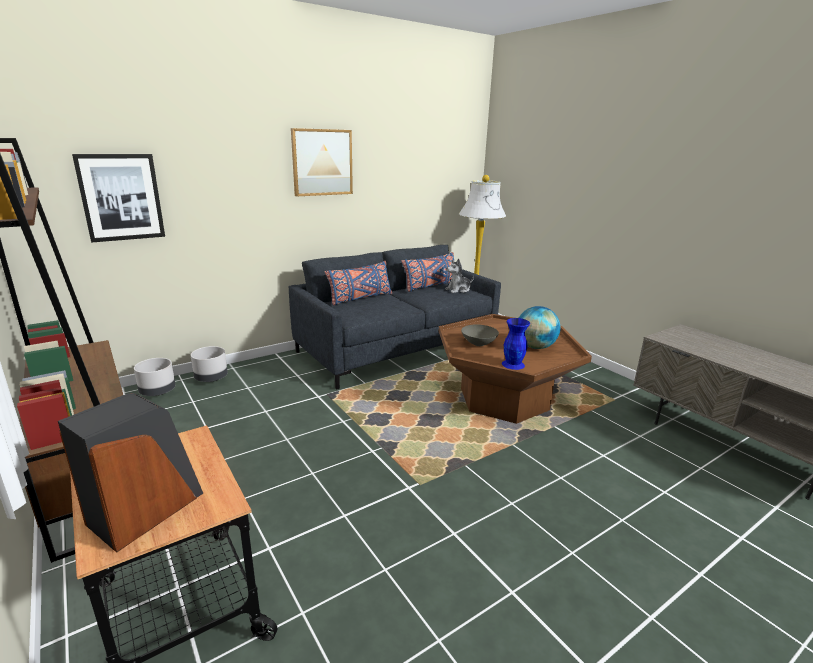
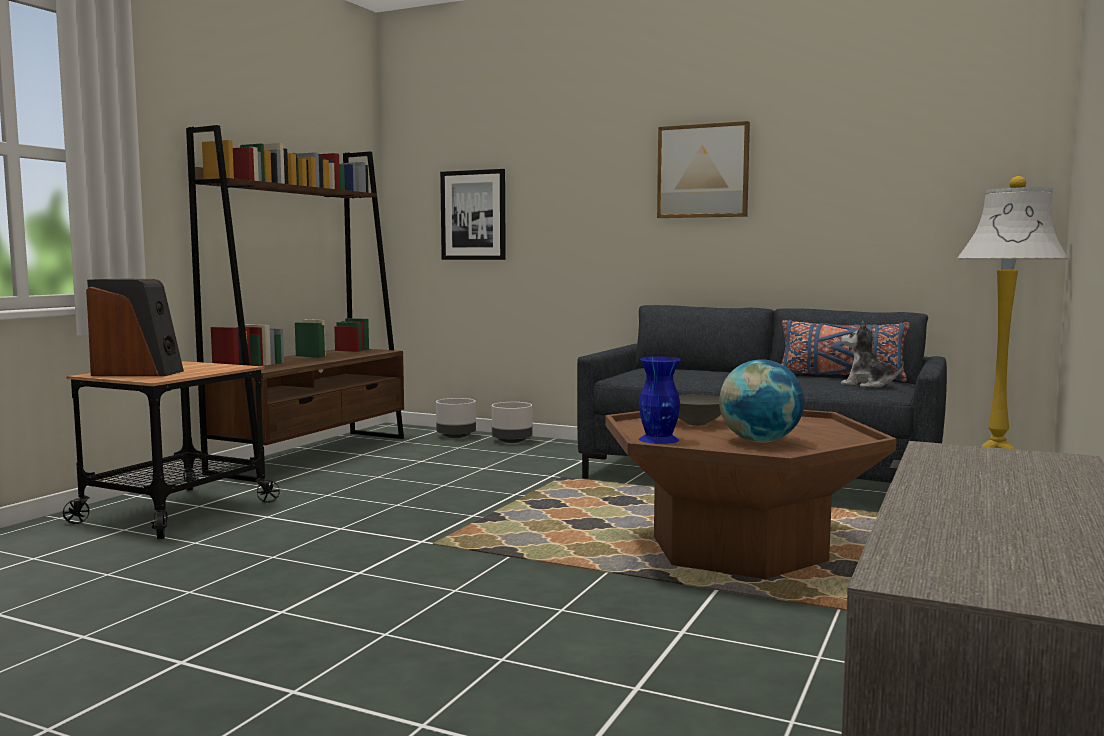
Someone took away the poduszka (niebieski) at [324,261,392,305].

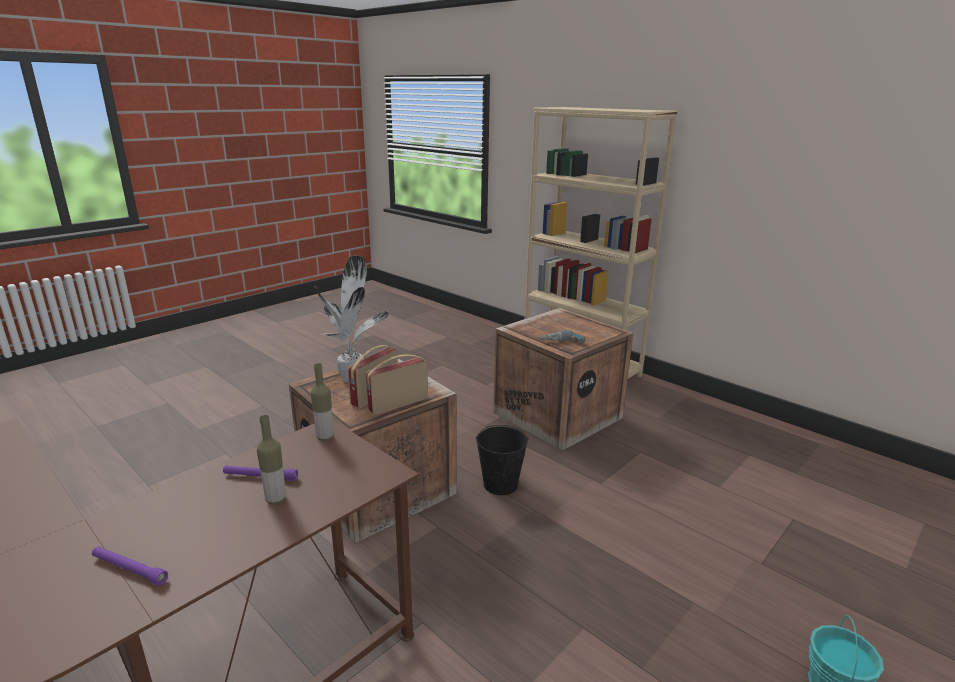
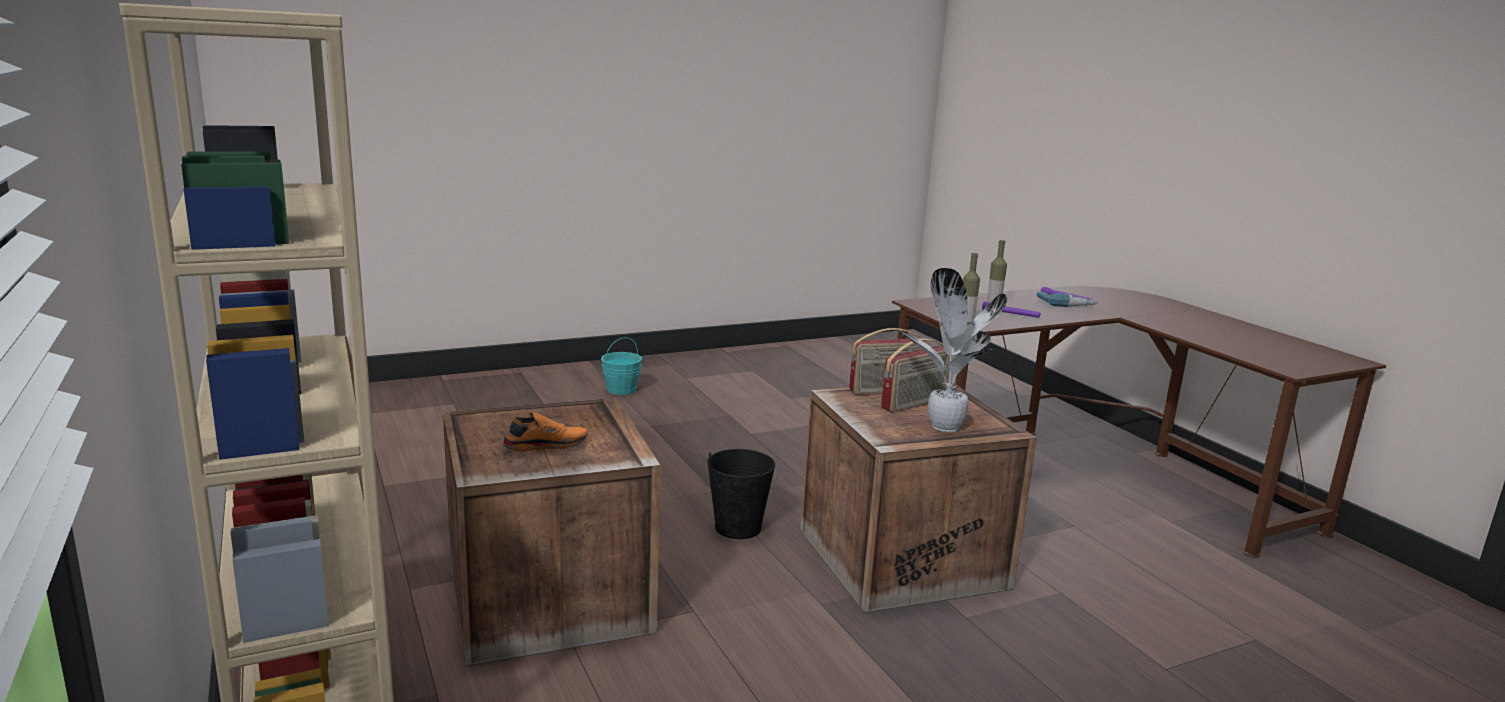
Someone put down the but (pomarańczowy) at [502,412,588,452]. Someone carried the wiertarka from [538,331,586,342] to [1037,292,1098,307].

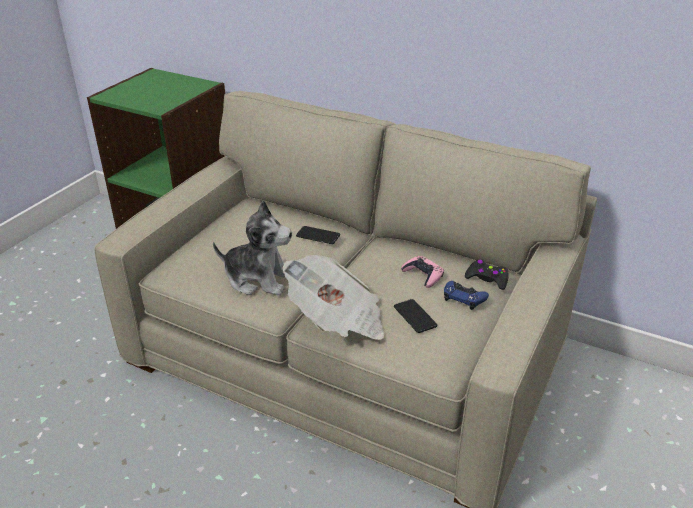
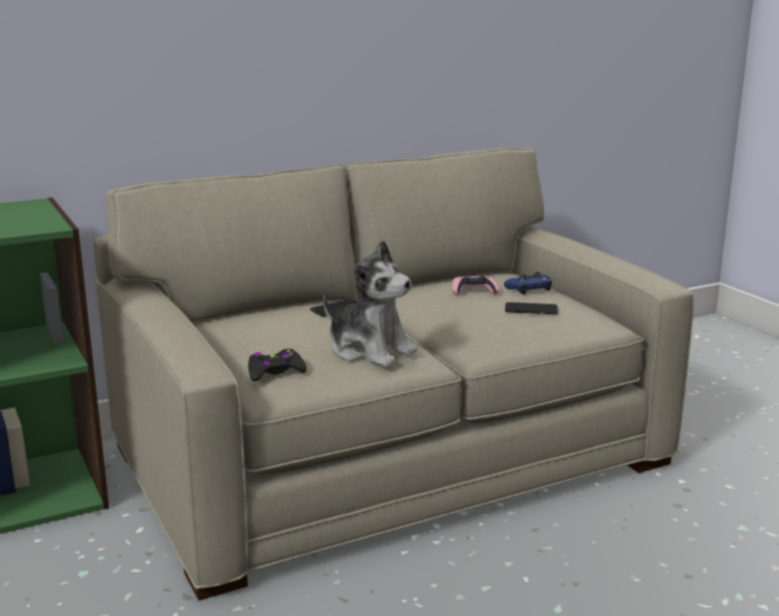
Someone took away the gazeta at [282,255,384,340]. Someone carried the pad do gier (czarny) from [465,260,509,290] to [248,349,307,381]. Someone rotated the pluszak at [213,201,292,296] by 75 degrees clockwise.

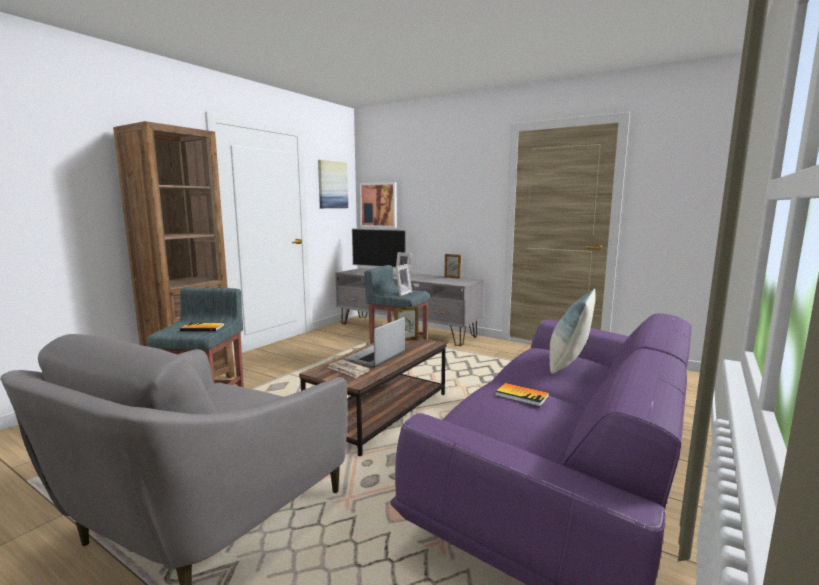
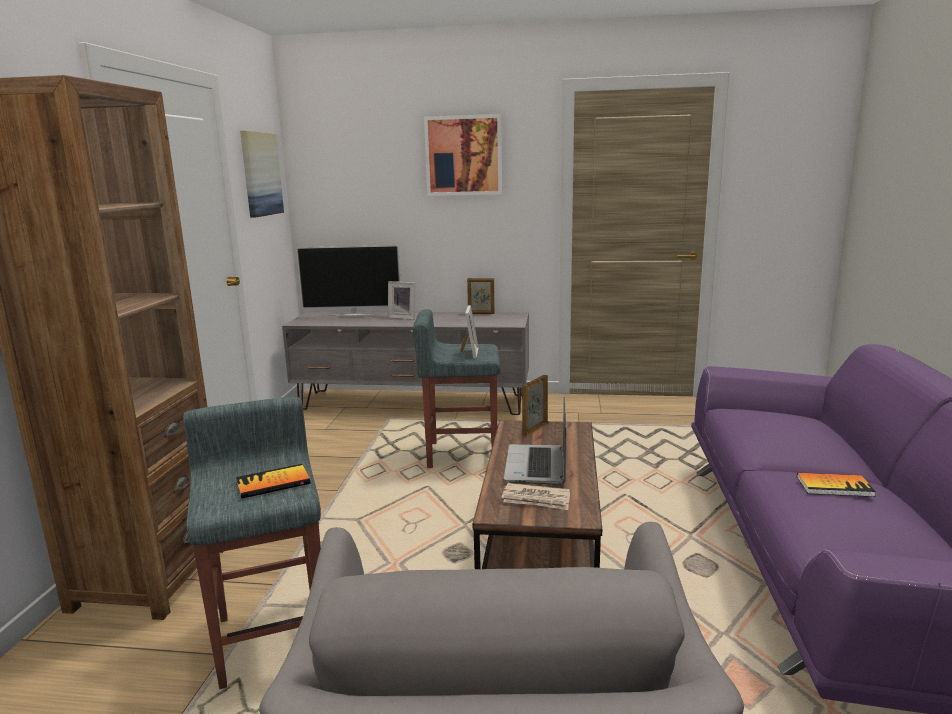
Someone took away the poduszka at [550,288,596,374]. Someone carried the obraz from [359,182,397,228] to [424,114,502,196].

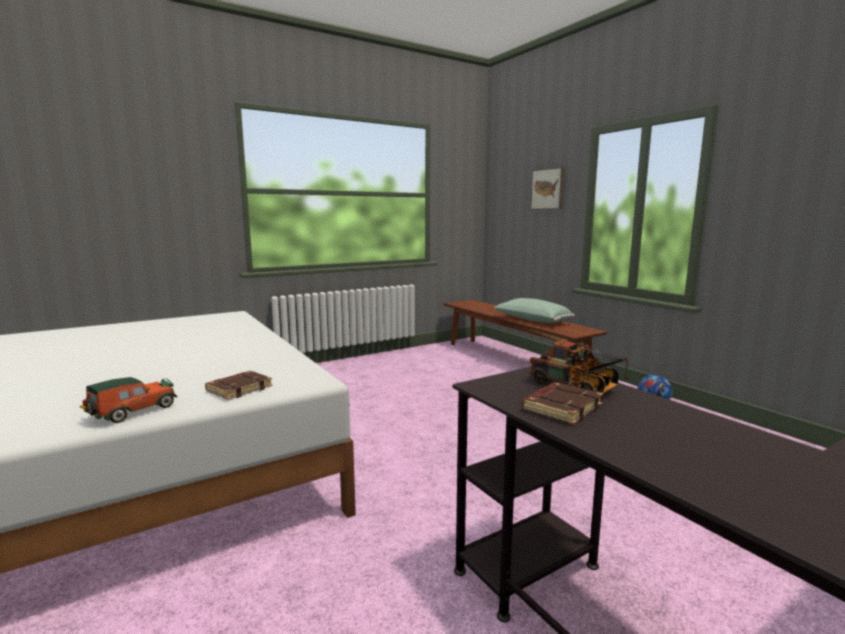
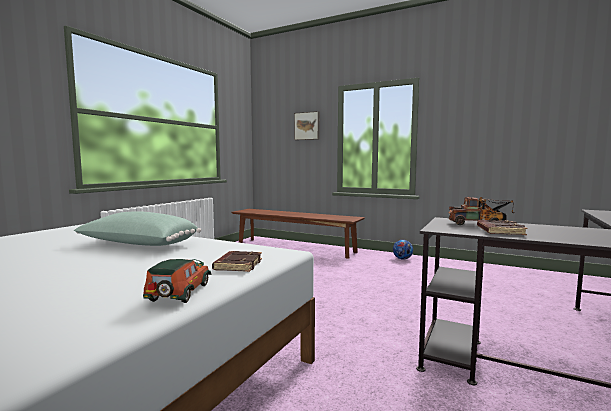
Someone carried the poduszka (zielony) from [494,298,575,323] to [74,211,201,246].

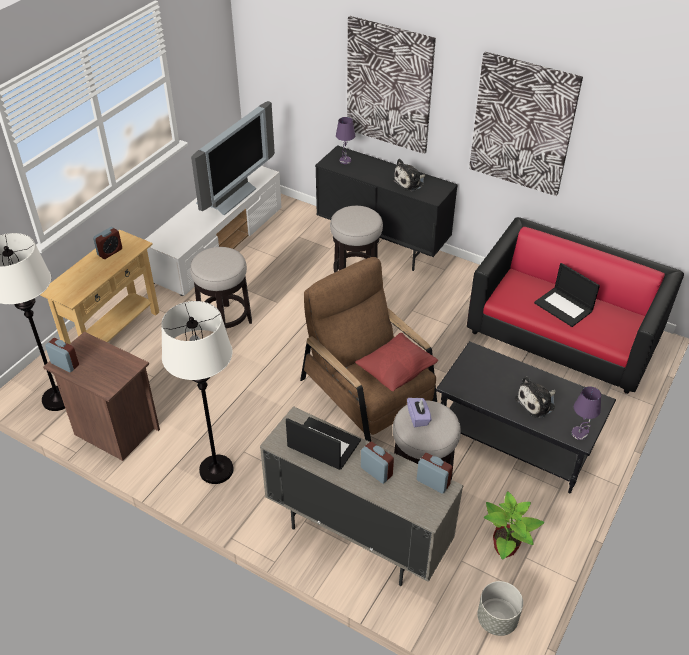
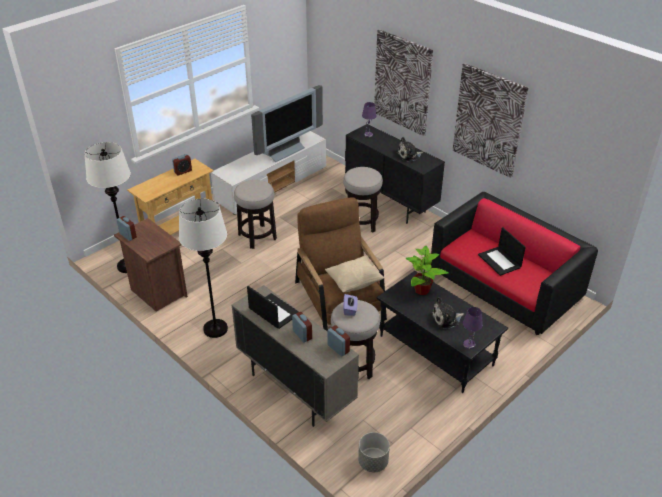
Someone carried the roślina doniczkowa from [484,491,544,559] to [405,245,449,295]. Someone repainted the poduszka (czerwony) at [355,333,438,391], which became the poduszka (beżowy) at [325,256,384,292].

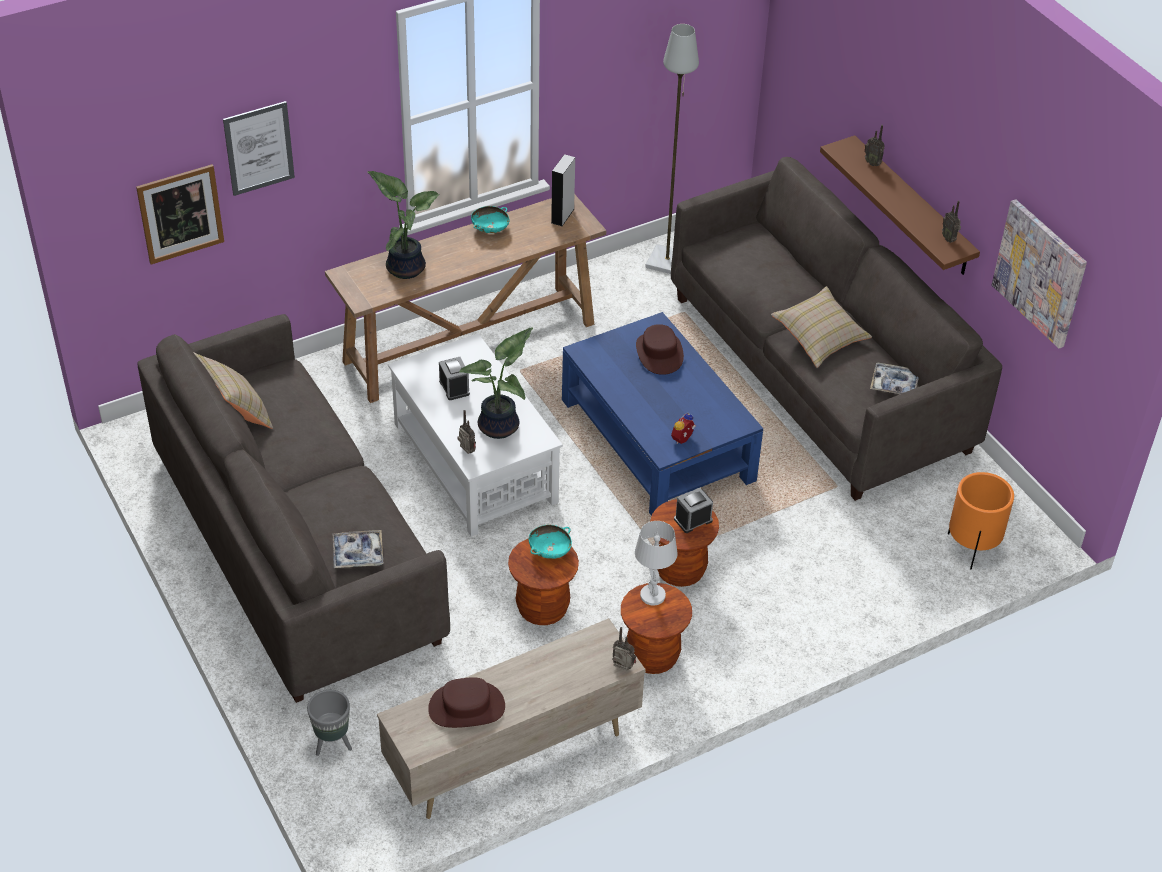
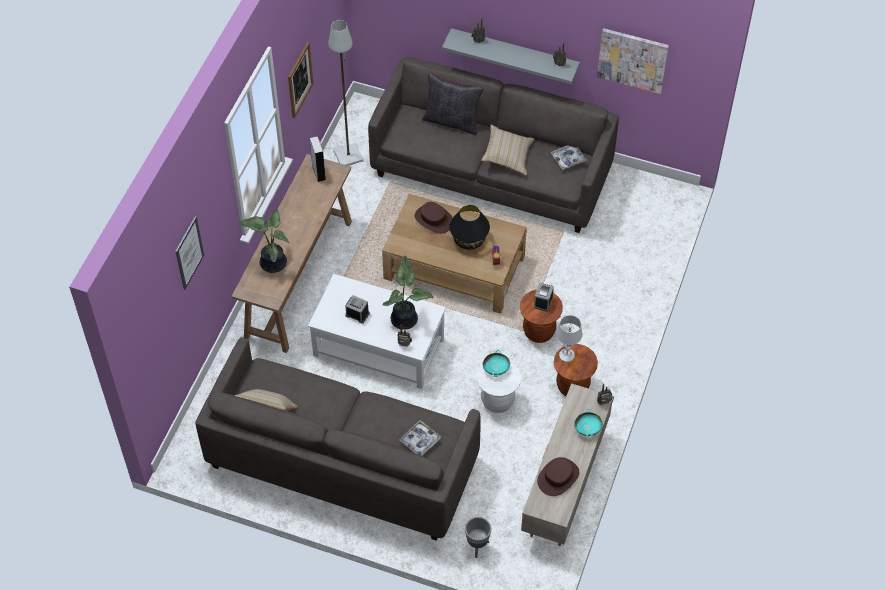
Someone took away the donica (pomarańczowy) at [948,472,1014,570]. Someone put down the poduszka (czarny) at [422,73,484,135]. Someone put down the lampa stołowa (czarny) at [449,205,490,250]. Someone carried the obraz from [136,164,224,265] to [288,42,313,118]. Someone carried the miska (turkusowy) from [471,206,509,233] to [574,409,603,438]. Someone repainted the stołek (brązowy) at [508,538,579,625], which became the stołek (biały) at [477,361,521,413]. Someone repainted the ława (niebieski) at [562,312,763,516], which became the ława (brązowy) at [382,194,527,314]. Someone repainted the półka (brązowy) at [820,135,980,275], which became the półka (szary) at [442,28,580,84].

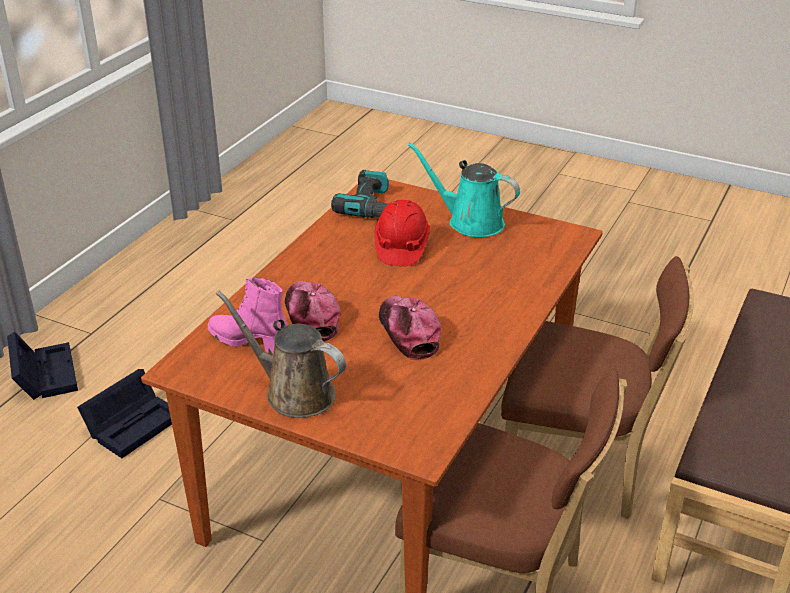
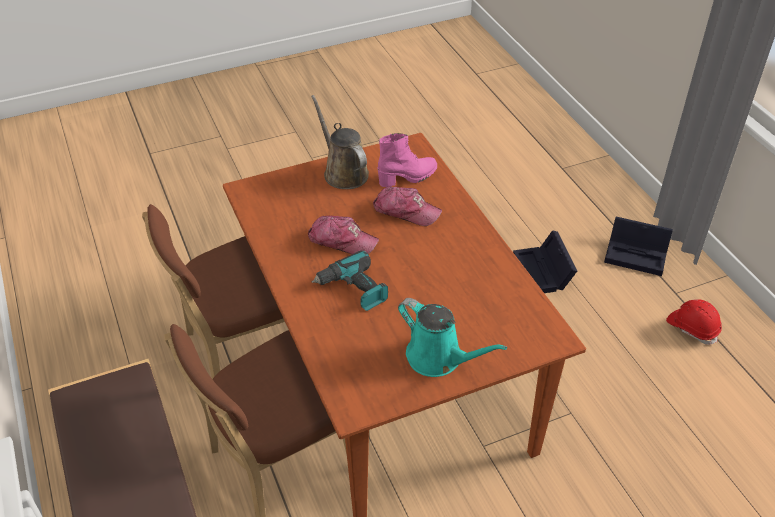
Someone carried the wiertarka from [331,170,389,218] to [311,250,388,311]. Someone carried the kask (czerwony) from [375,200,430,266] to [666,299,722,345]. Someone rotated the konewka (brązowy) at [216,291,346,418] by 105 degrees counterclockwise. Someone rotated the konewka (turkusowy) at [408,142,520,237] by 60 degrees clockwise.

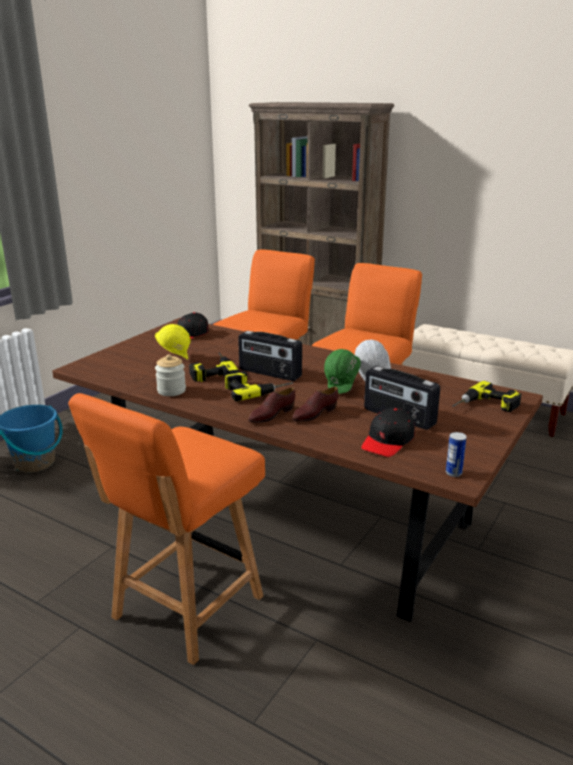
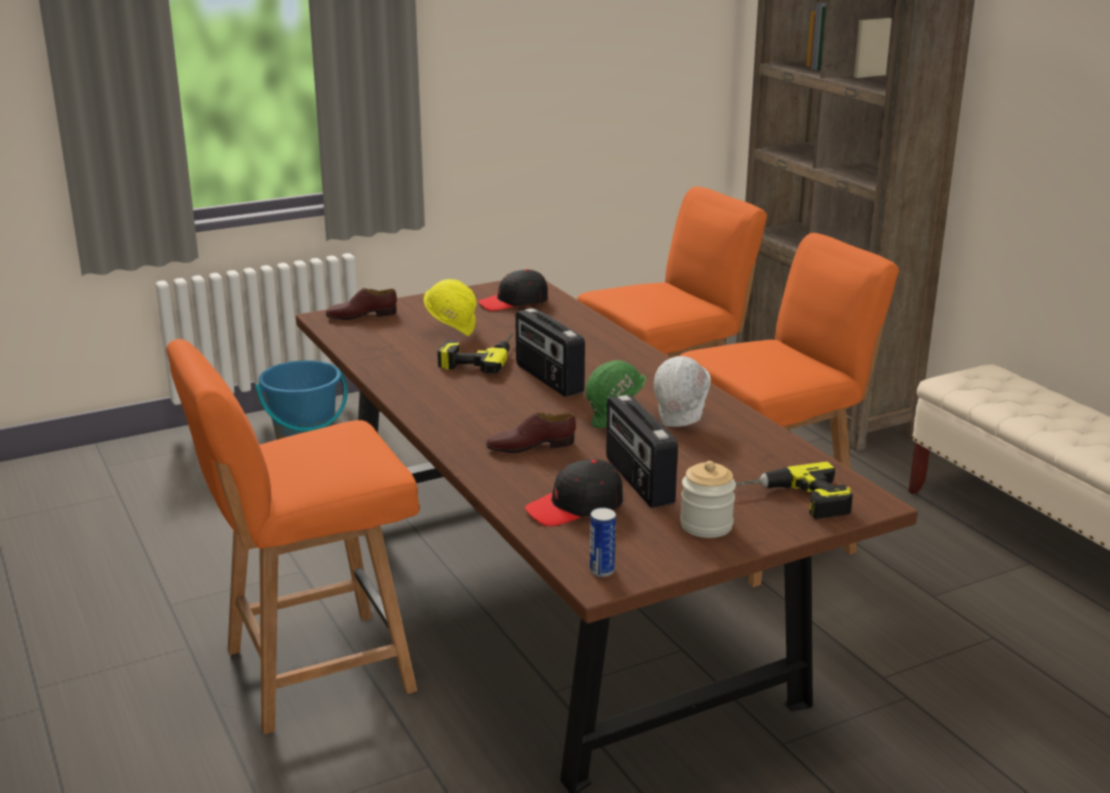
Someone took away the wiertarka at [225,371,293,402]. Someone carried the słoik from [155,354,186,396] to [680,461,736,538]. Someone carried the but (brązowy) from [248,387,295,423] to [325,288,397,320].

